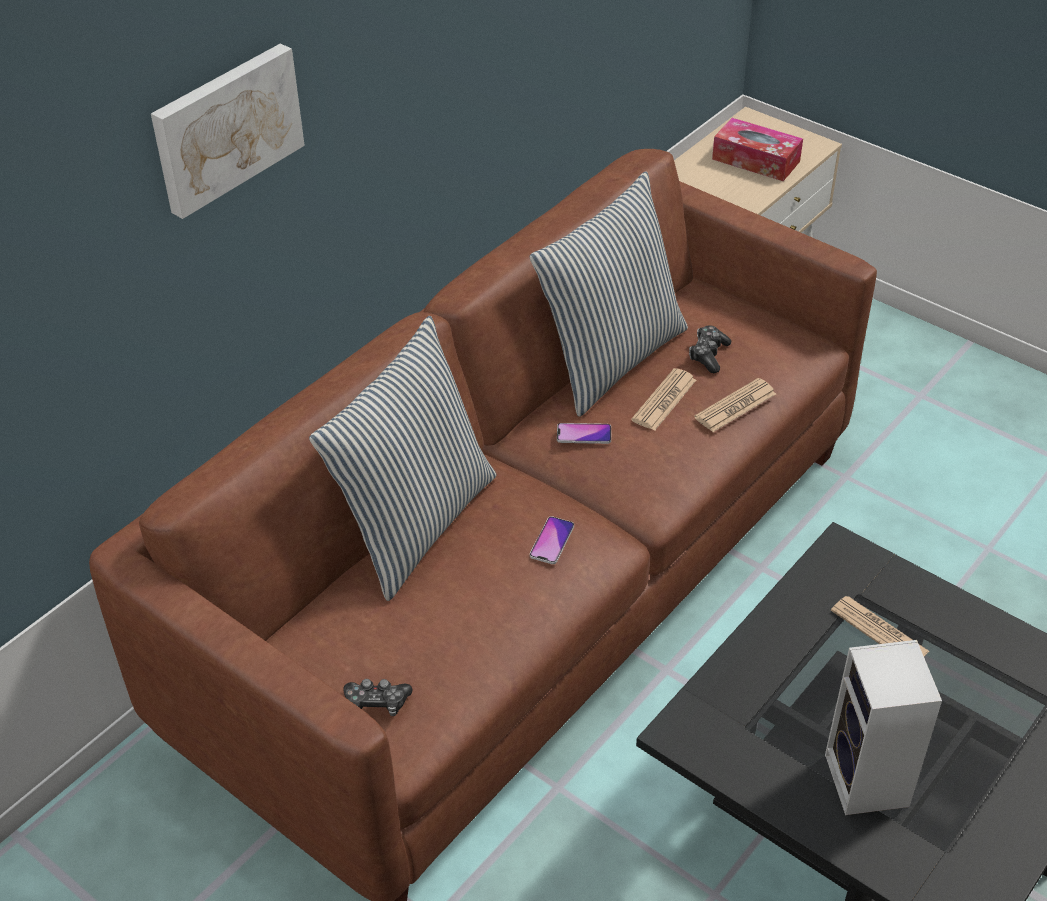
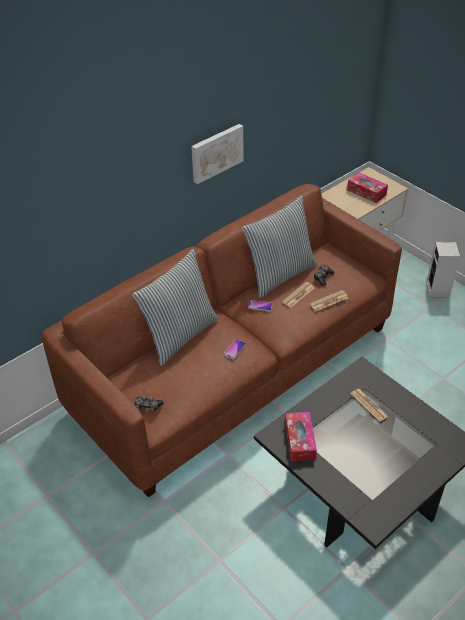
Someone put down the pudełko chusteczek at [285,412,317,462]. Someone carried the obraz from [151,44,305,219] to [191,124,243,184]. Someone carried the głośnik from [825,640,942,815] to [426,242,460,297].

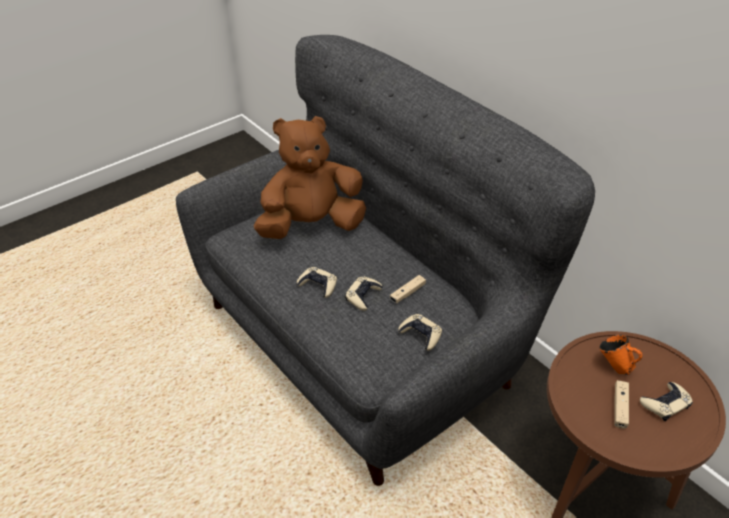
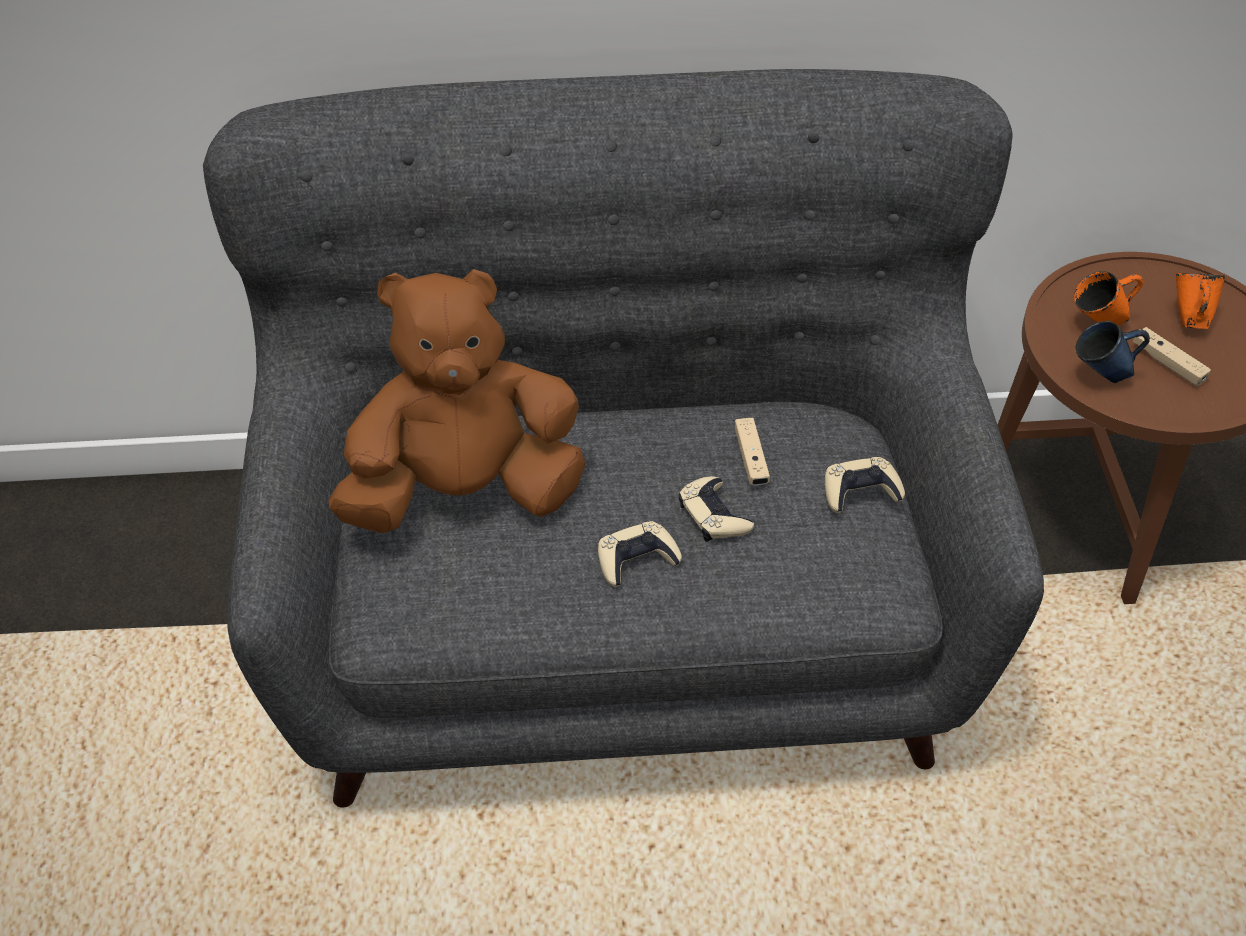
Someone put down the kubek (niebieski) at [1076,321,1150,383]. Someone swapped the pad do gier (beżowy) at [640,382,693,421] for the kubek (pomarańczowy) at [1176,273,1225,329]. Someone rotated the pluszak (brązowy) at [254,116,366,239] by 60 degrees clockwise.

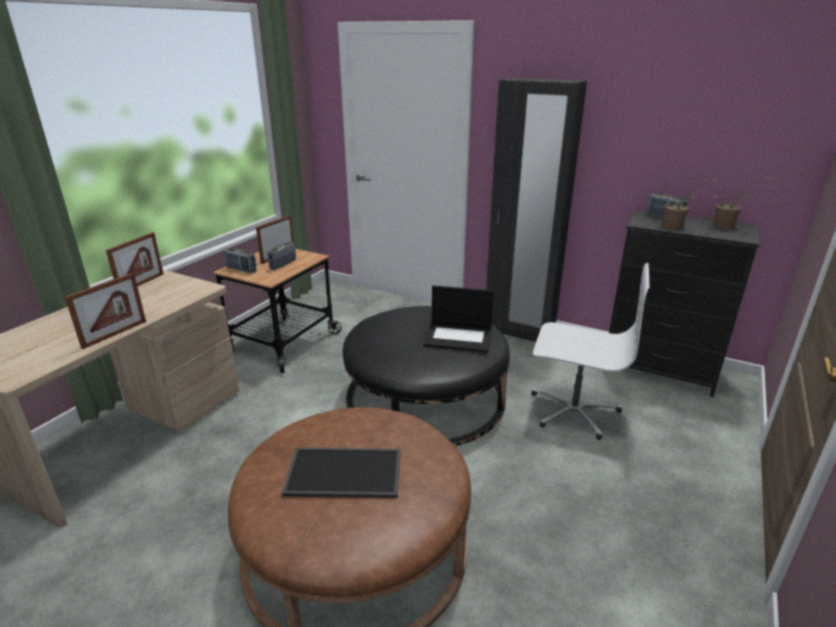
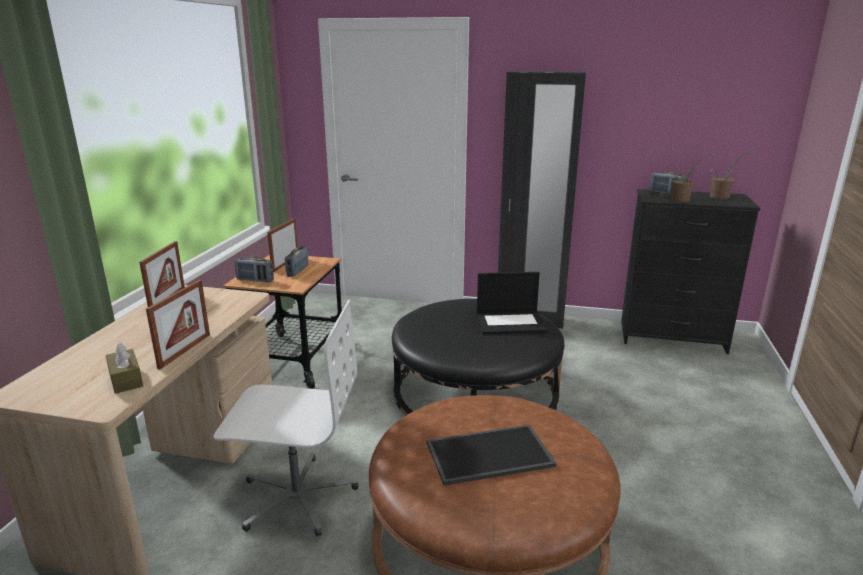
Someone put down the pudełko chusteczek (brązowy) at [105,342,143,394]. Someone carried the krzesło biurowe (biały) from [532,263,649,440] to [214,300,359,536].

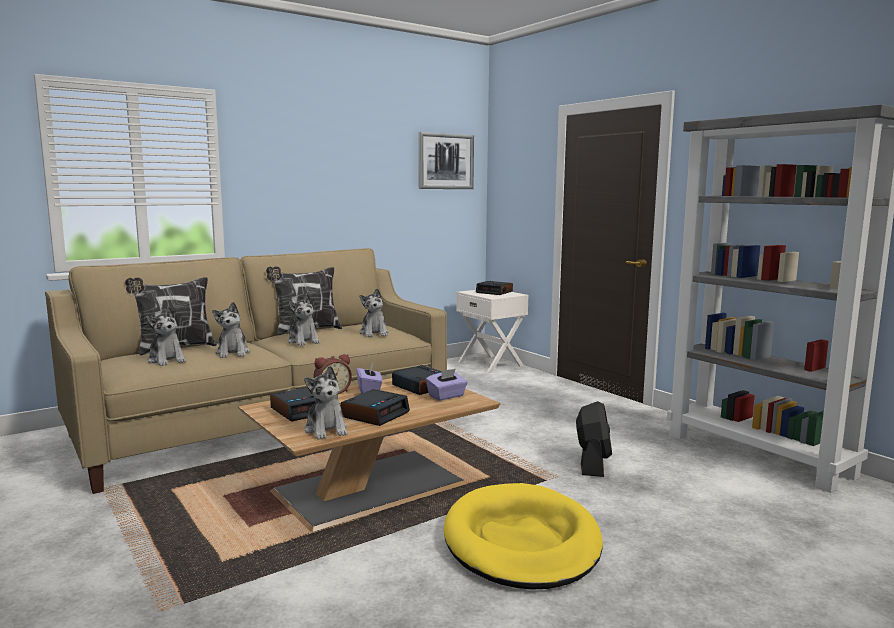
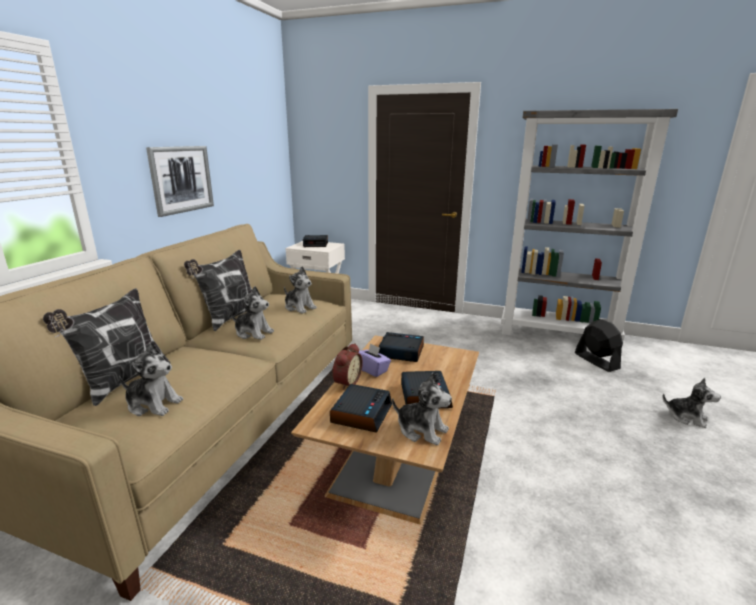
Someone took away the pudełko chusteczek (fioletowy) at [426,369,467,401]. Someone took away the legowisko (żółty) at [443,483,603,590]. Someone carried the pluszak from [212,302,250,358] to [663,378,721,428]. Someone carried the obraz from [418,132,474,189] to [146,146,214,217]. Someone carried the wentylator (czarny) from [576,401,612,477] to [575,319,623,372].

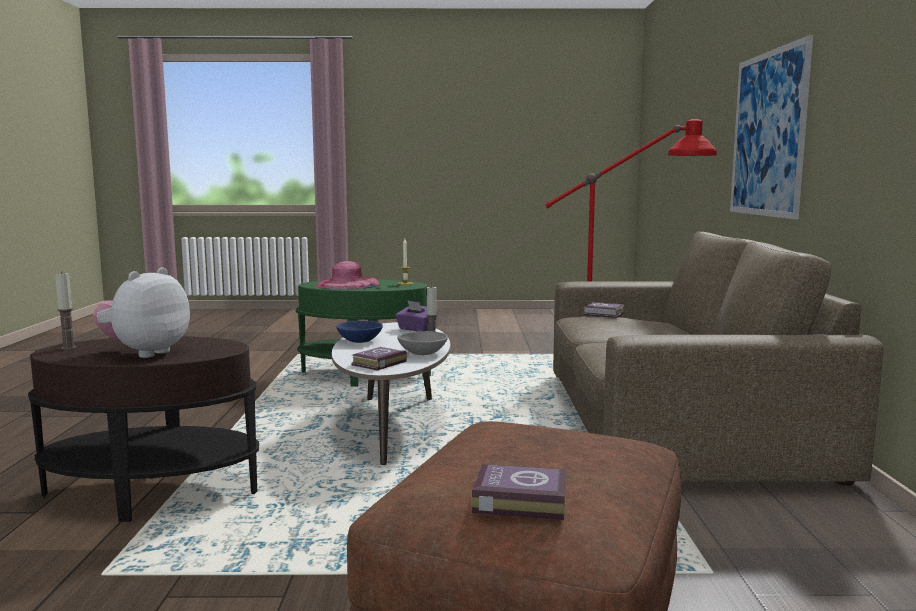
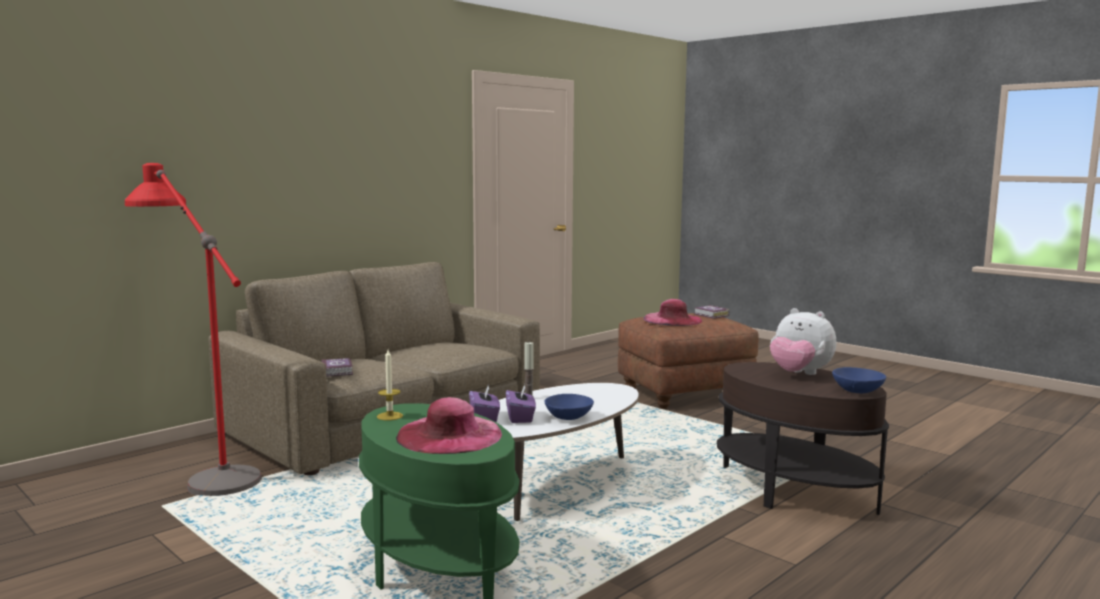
Someone took away the książka at [351,347,407,370]. Someone took away the miska (szary) at [398,331,448,355]. Someone took away the obraz at [730,35,813,219]. Someone put down the pudełko chusteczek (fioletowy) at [506,384,536,423]. Someone put down the kapelusz (różowy) at [643,299,702,326]. Someone swapped the świeca at [55,271,76,350] for the miska (niebieski) at [832,367,886,393]. Someone rotated the pluszak at [93,267,190,358] by 60 degrees clockwise.

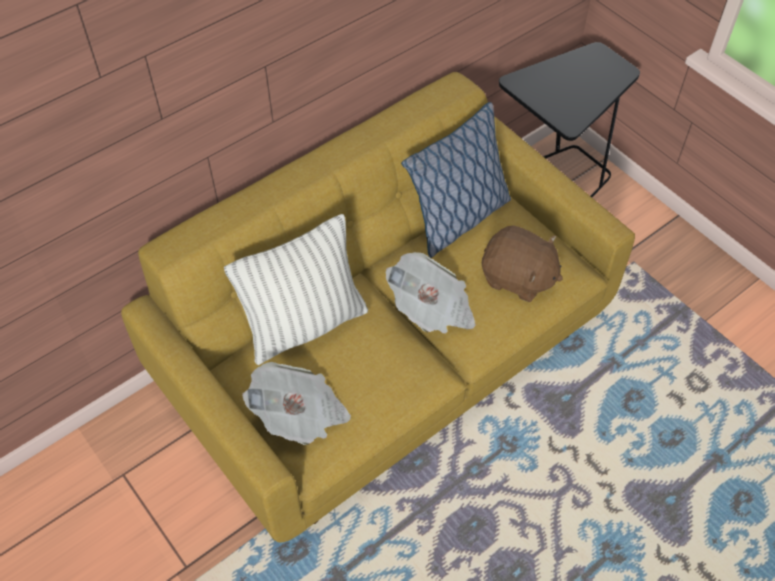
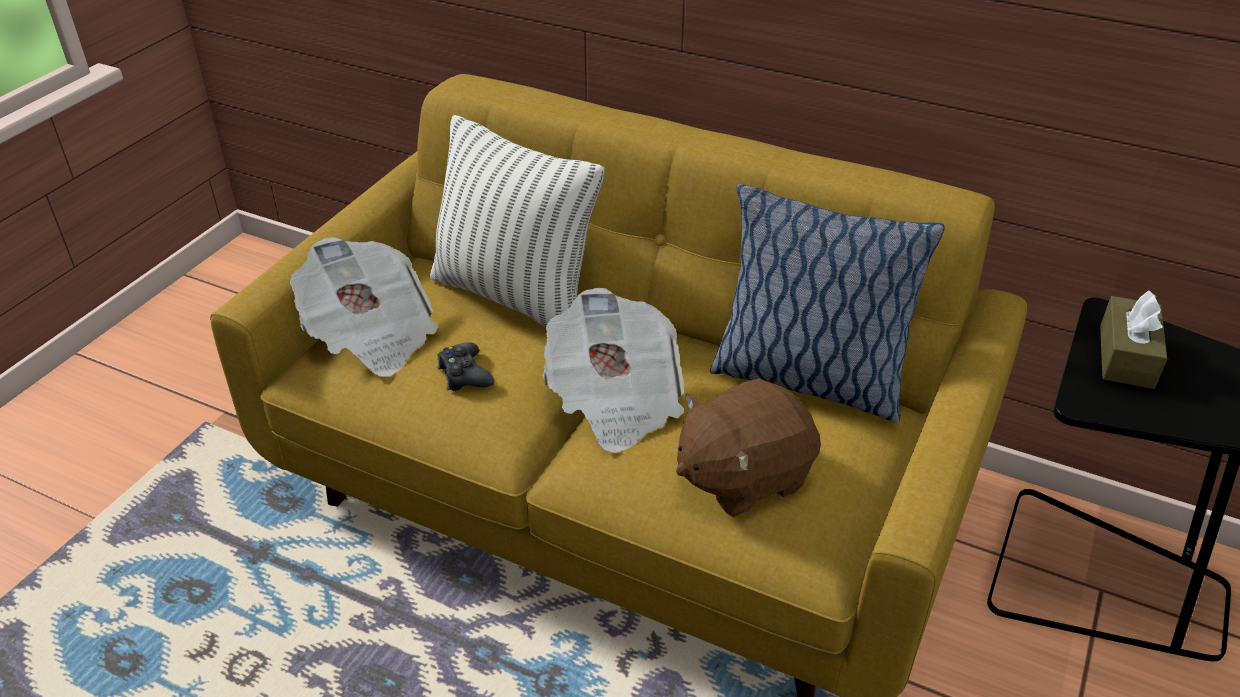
Someone put down the pad do gier (czarny) at [437,342,494,391]. Someone put down the pudełko chusteczek (brązowy) at [1100,290,1167,389]. Someone rotated the pluszak (brązowy) at [482,225,563,302] by 60 degrees clockwise.

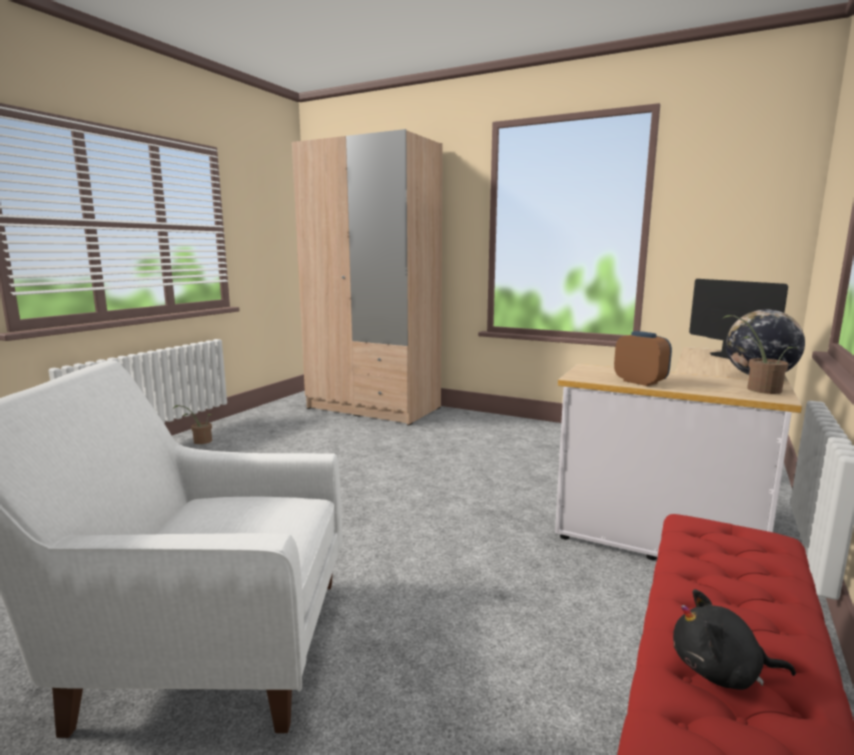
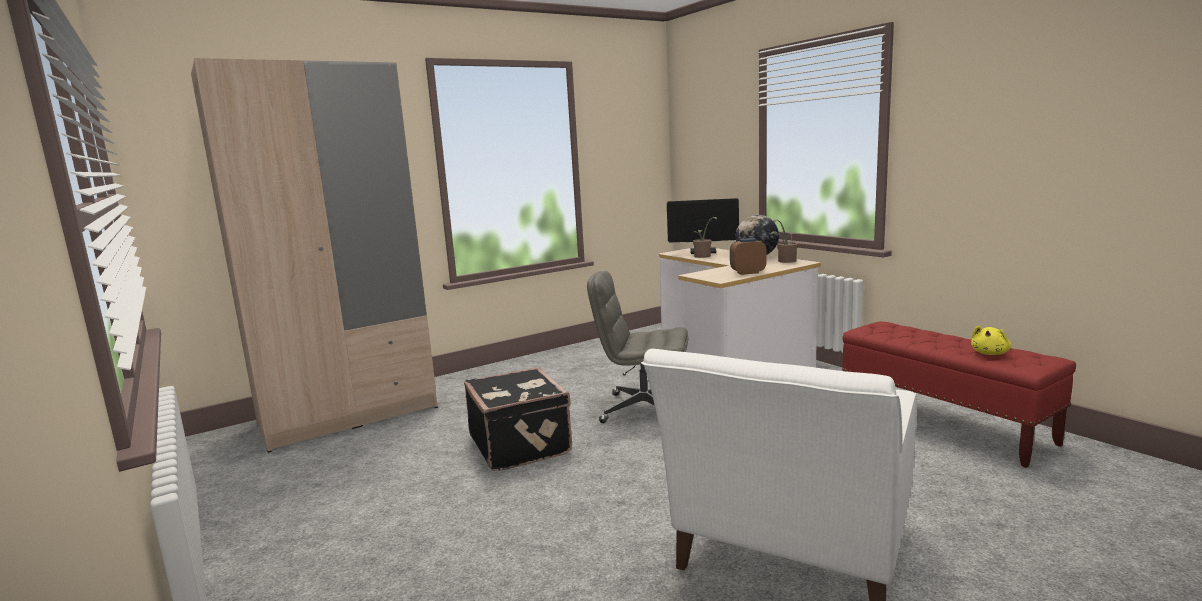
Someone put down the walizka (czarny) at [464,367,572,471]. Someone put down the krzesło biurowe (szary) at [587,271,688,423]. Someone carried the roślina doniczkowa from [173,405,212,444] to [693,217,717,258]. Someone repainted the pluszak (czarny) at [673,589,796,690], which became the pluszak (żółty) at [971,326,1011,355].

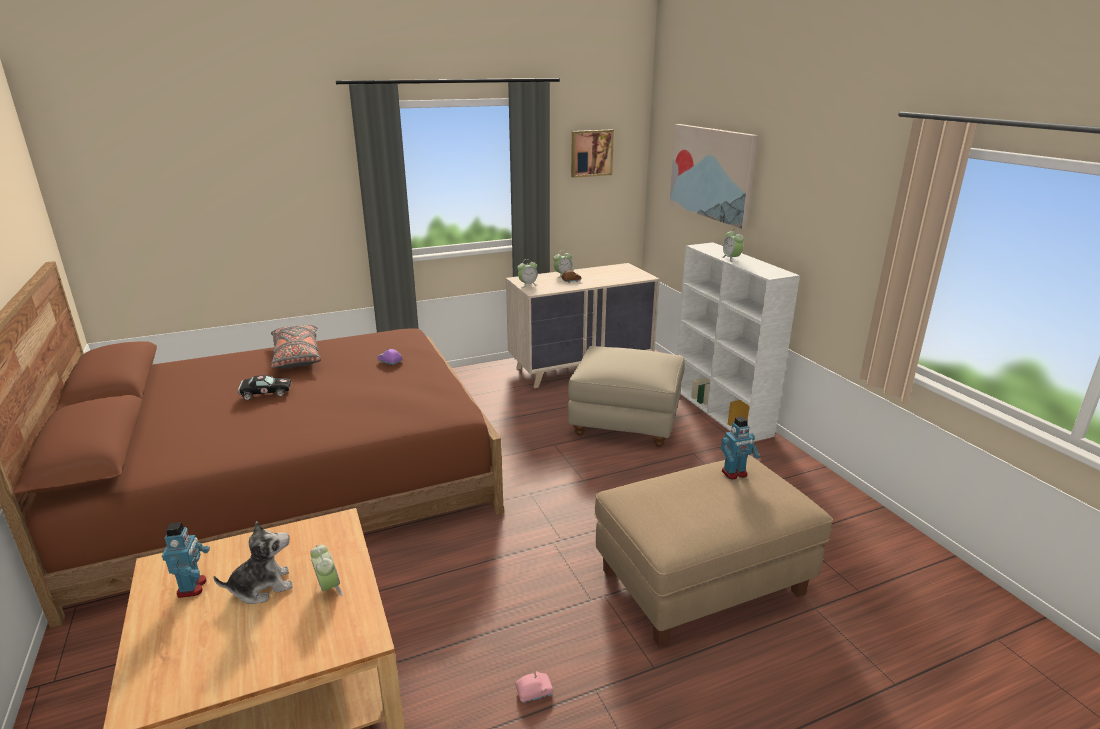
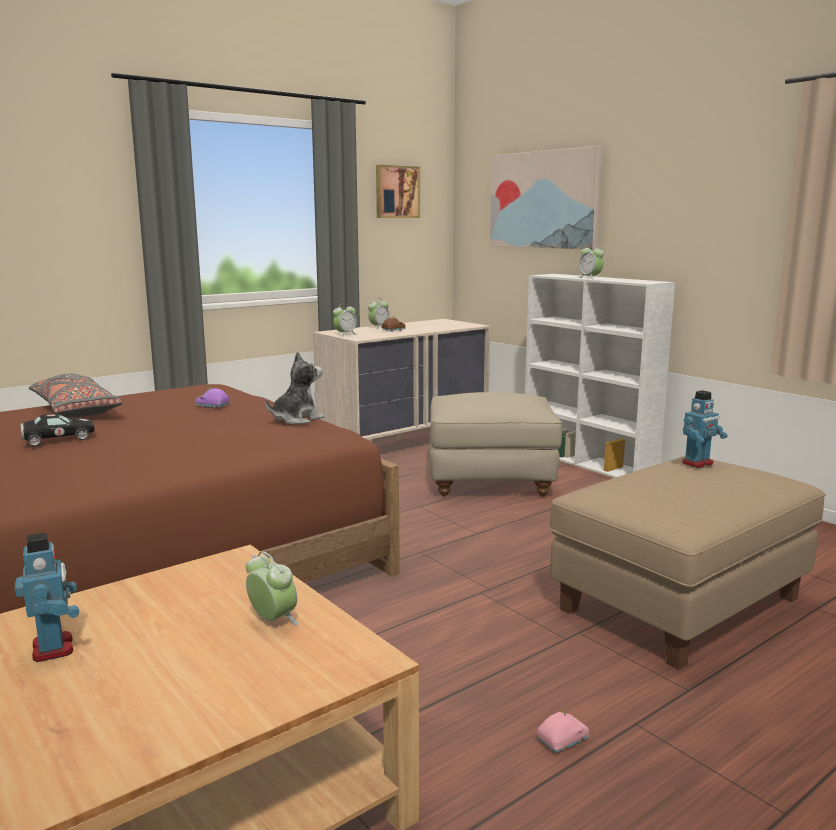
Someone carried the pluszak from [213,521,293,604] to [265,352,324,425].

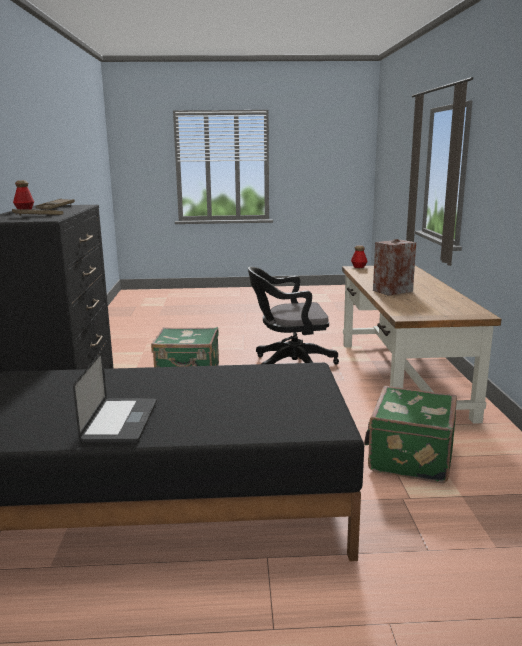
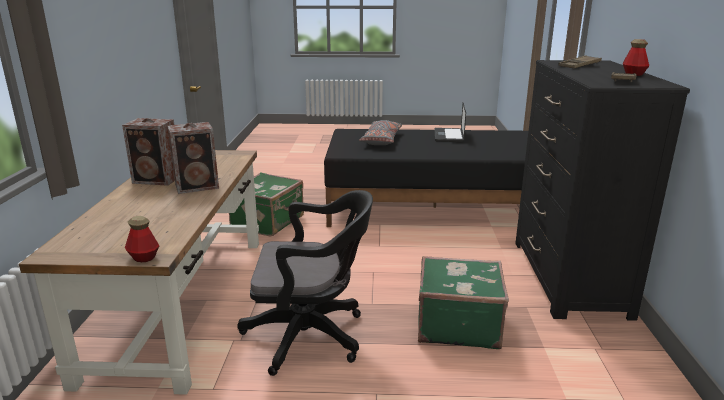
Someone put down the głośnik at [122,118,175,186]. Someone put down the poduszka (szary) at [359,120,402,145].

